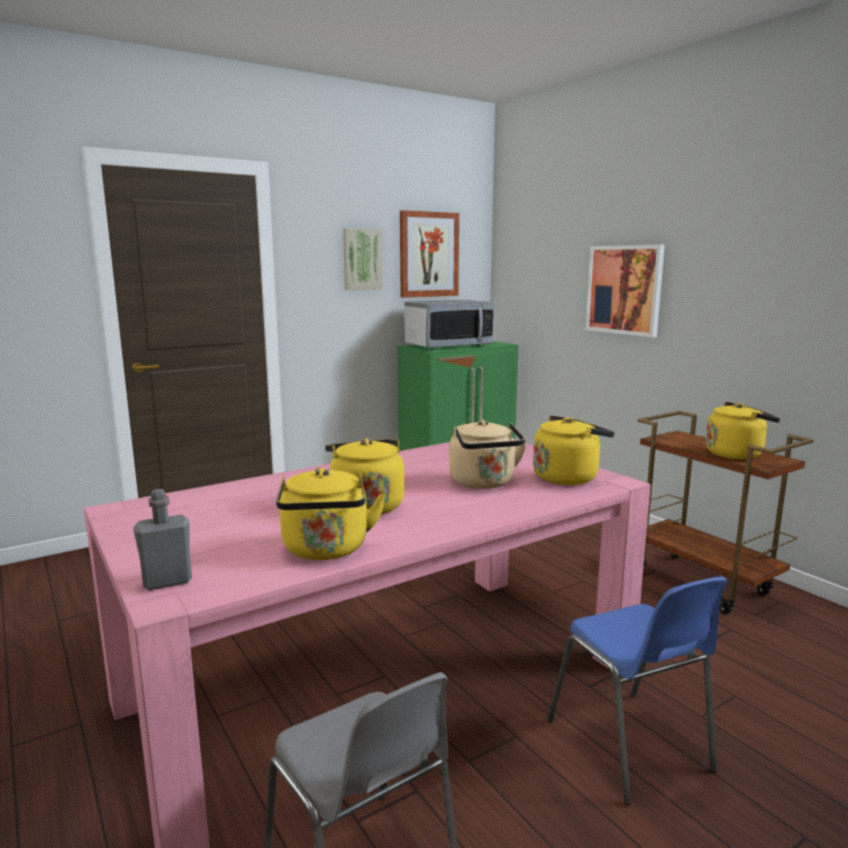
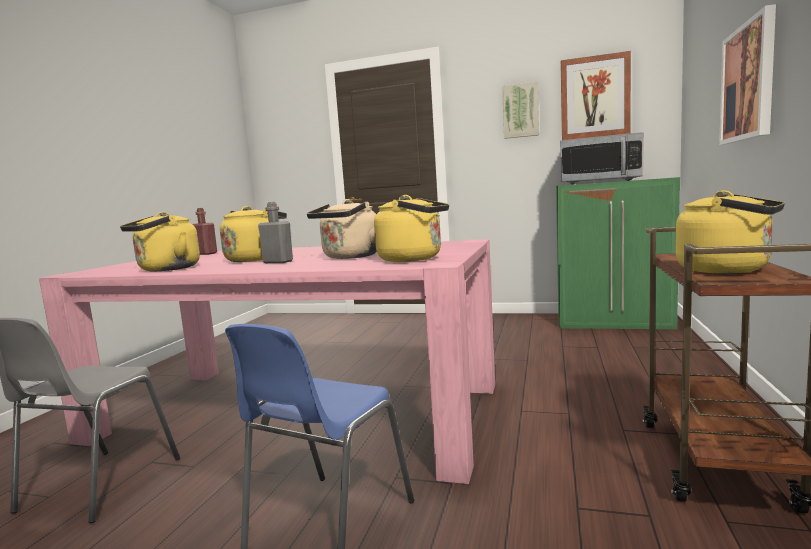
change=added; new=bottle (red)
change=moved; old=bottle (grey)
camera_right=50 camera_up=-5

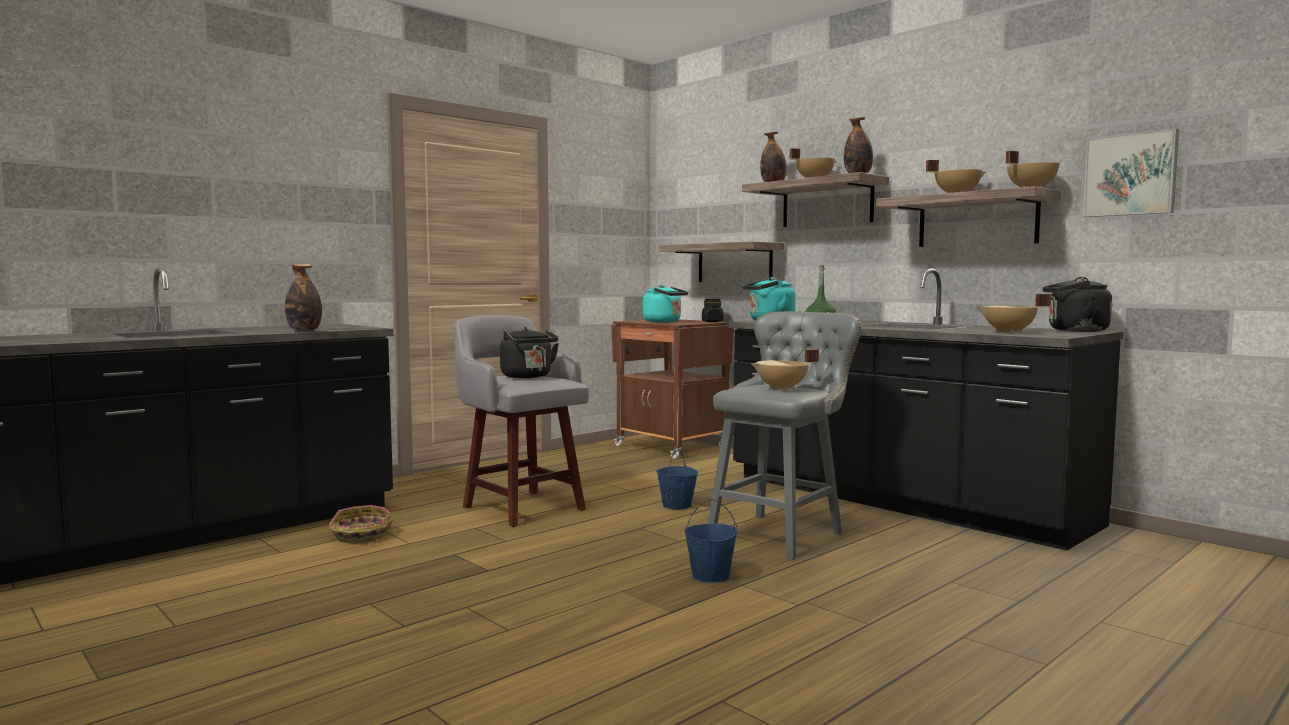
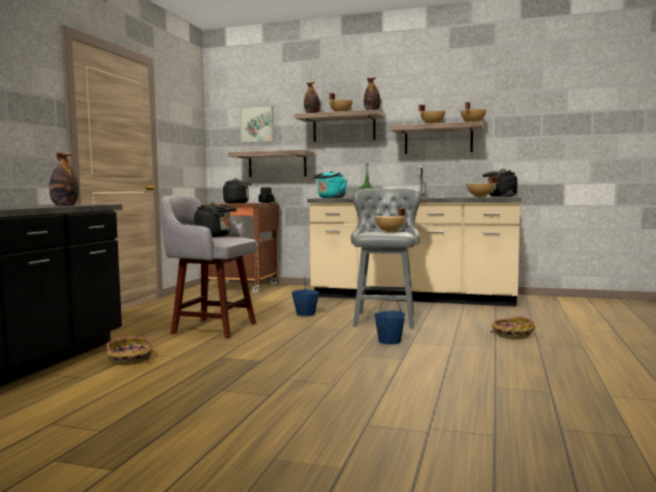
change=recoloured; old=kettle (turquoise) (1st from left); new=kettle (black) (2nd from left)
change=moved; old=picture
change=recoloured; old=counter (black) (2nd from left); new=counter (beige)
change=added; new=basket (2nd from left)
camera_right=-30 camera_up=0

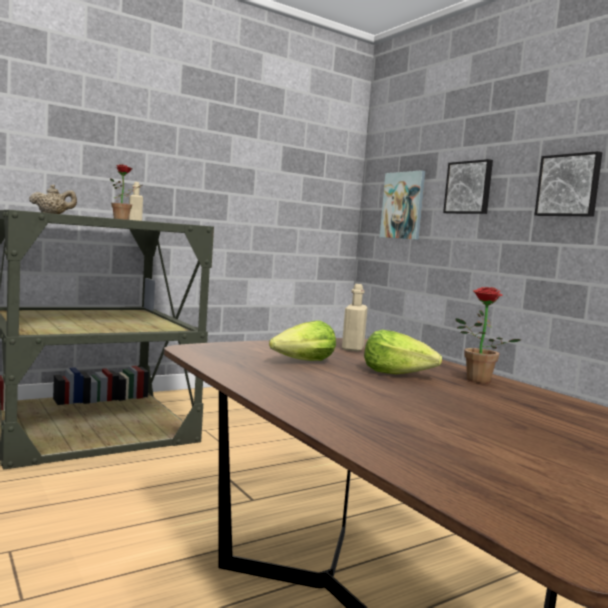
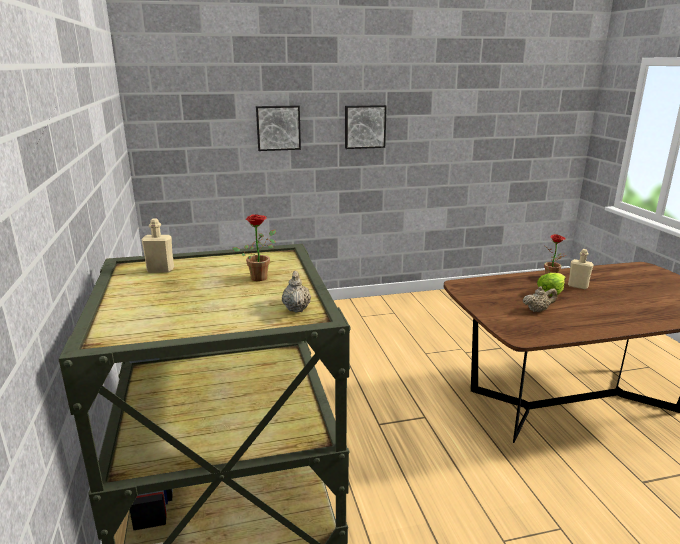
change=replaced; old=lettuce (1st from left); new=teapot (beige) (2nd from left)
change=moved; old=bottle (beige) (2nd from left)
change=removed; old=picture (1st from left)
camera_right=-70 camera_up=15

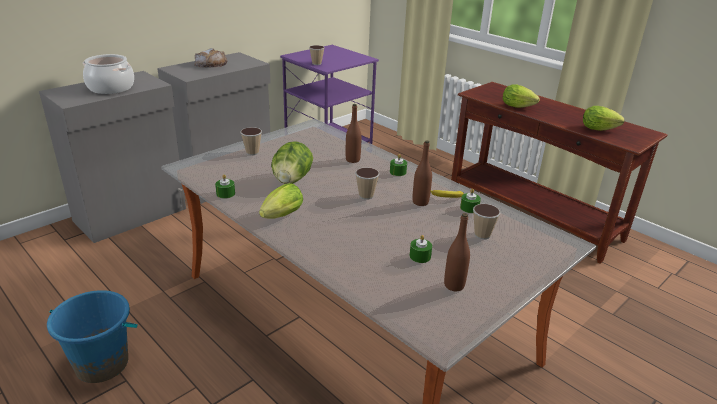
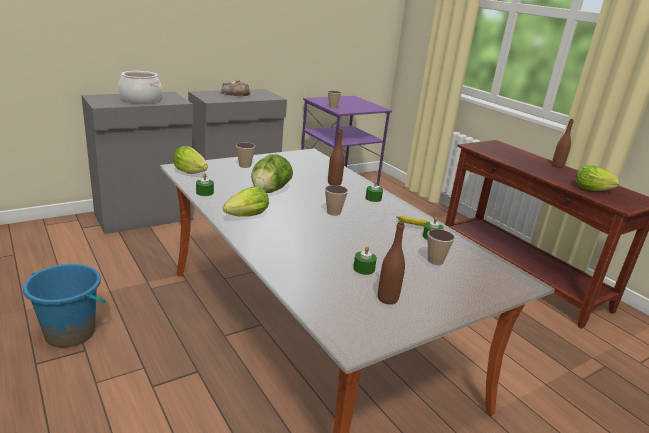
change=moved; old=lettuce (3rd from left in the first image); new=lettuce (1st from left)
change=moved; old=bottle (brown) (2nd from left in the first image); new=bottle (brown) (3rd from left)
camera_right=10 camera_up=-5

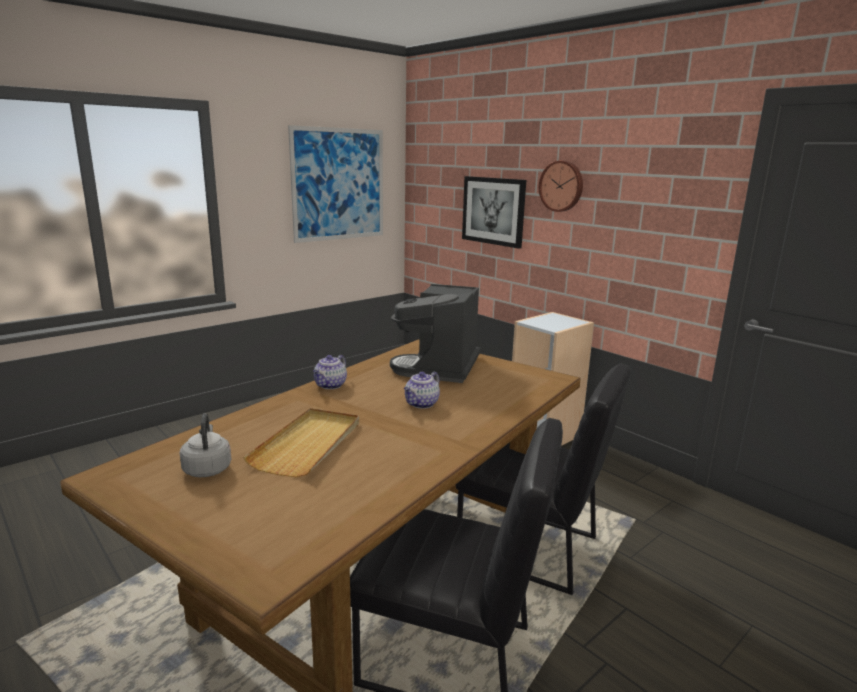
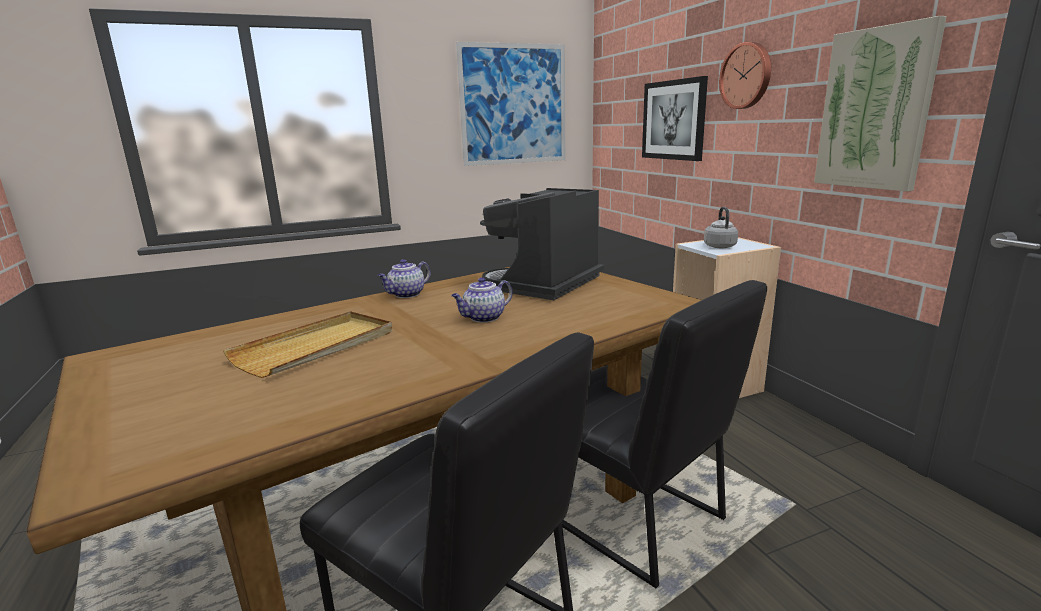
change=moved; old=kettle (grey)
change=added; new=picture (3rd from left)
camera_right=20 camera_up=0

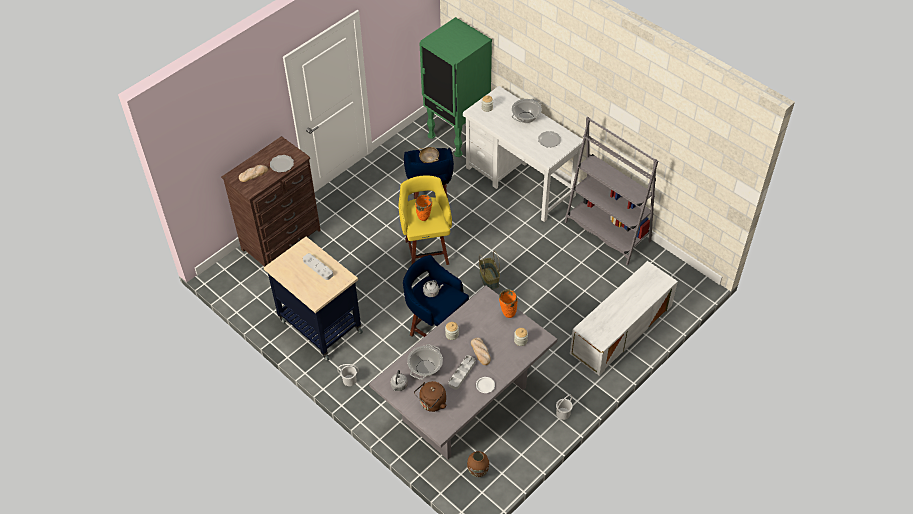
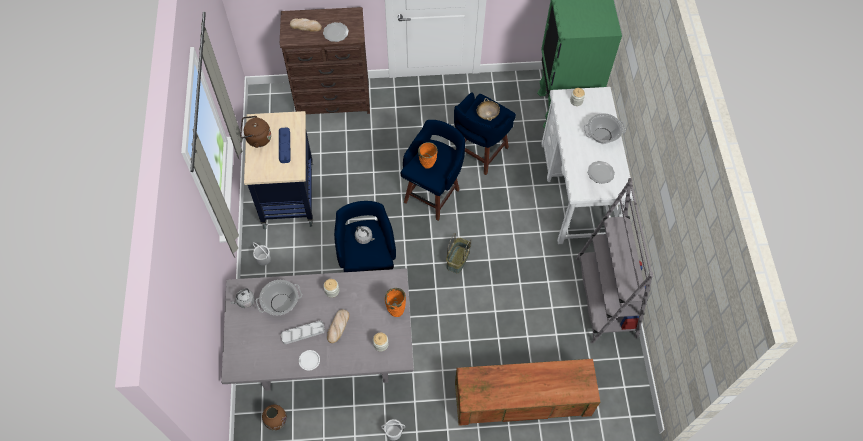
change=moved; old=kettle (brown)
change=recoloured; old=tray (grey) (1st from left); new=tray (blue)
change=recoloured; old=stool (yellow); new=stool (blue) (2nd from left)
change=recoloured; old=bench (white); new=bench (brown)
camera_right=40 camera_up=10

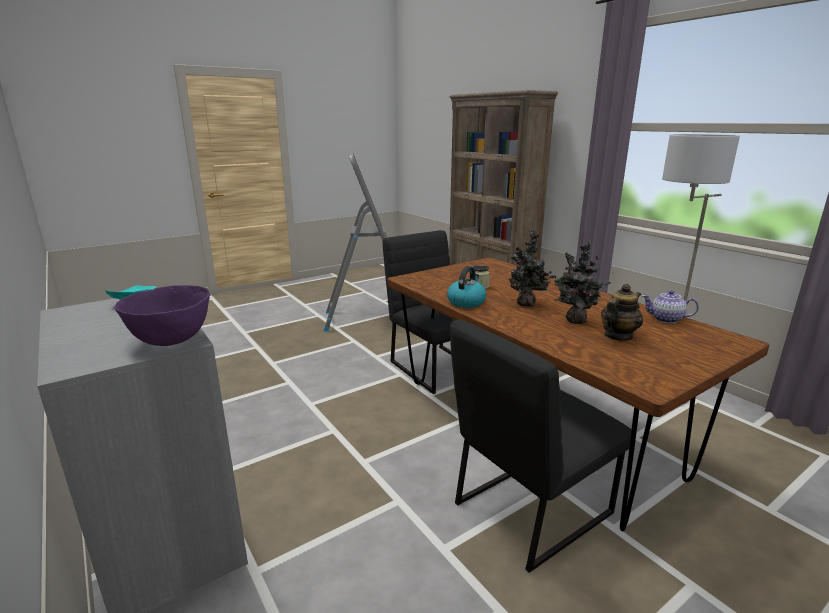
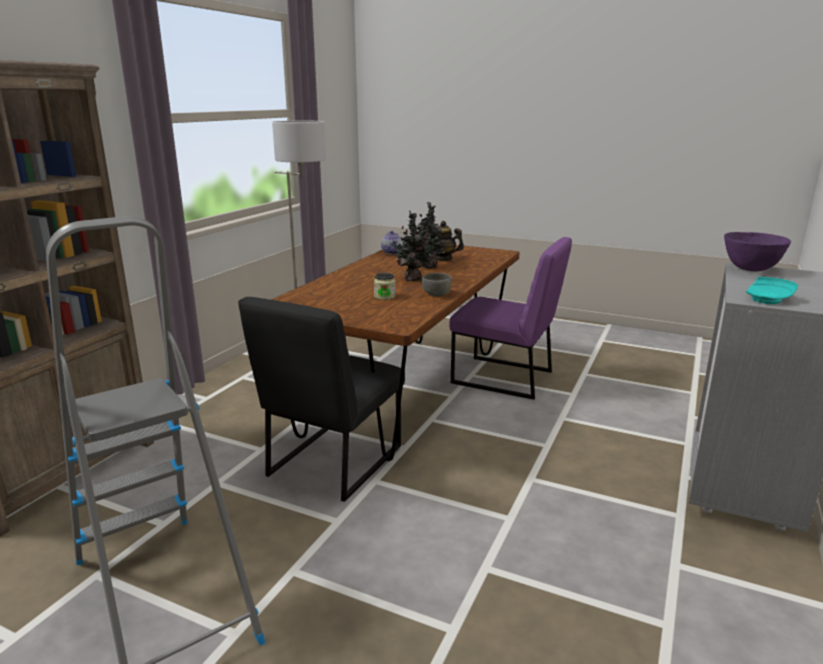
change=replaced; old=kettle; new=bowl (grey)
change=recoloured; old=chair (black) (2nd from left); new=chair (purple)
camera_right=-120 camera_up=0

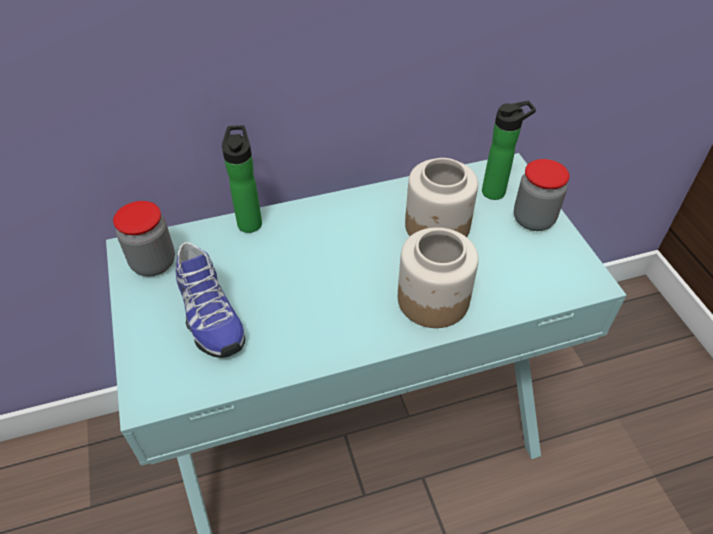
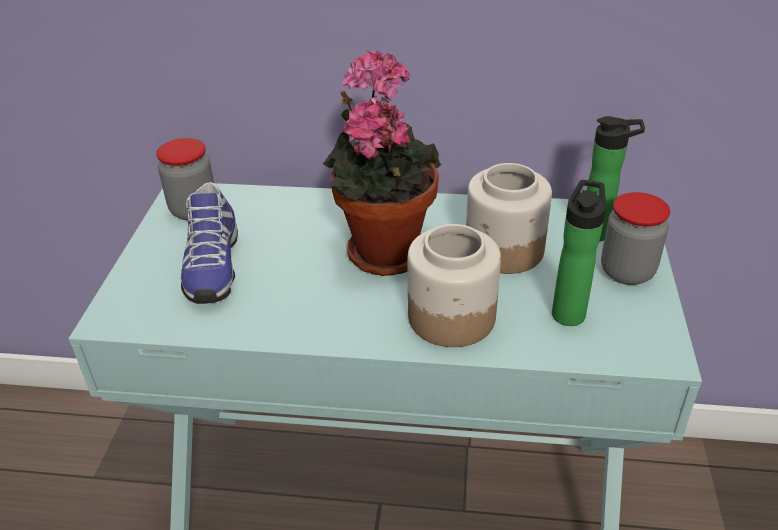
change=added; new=potted plant
change=moved; old=bottle (1st from left)
camera_right=25 camera_up=-10

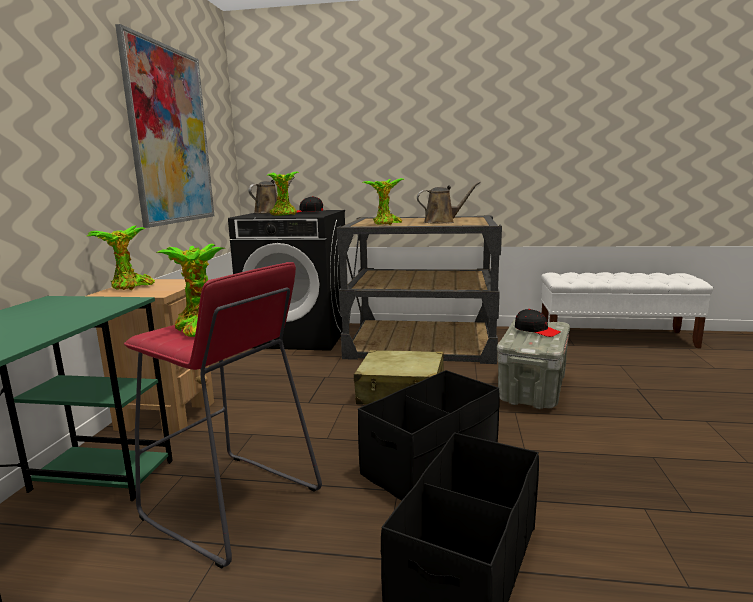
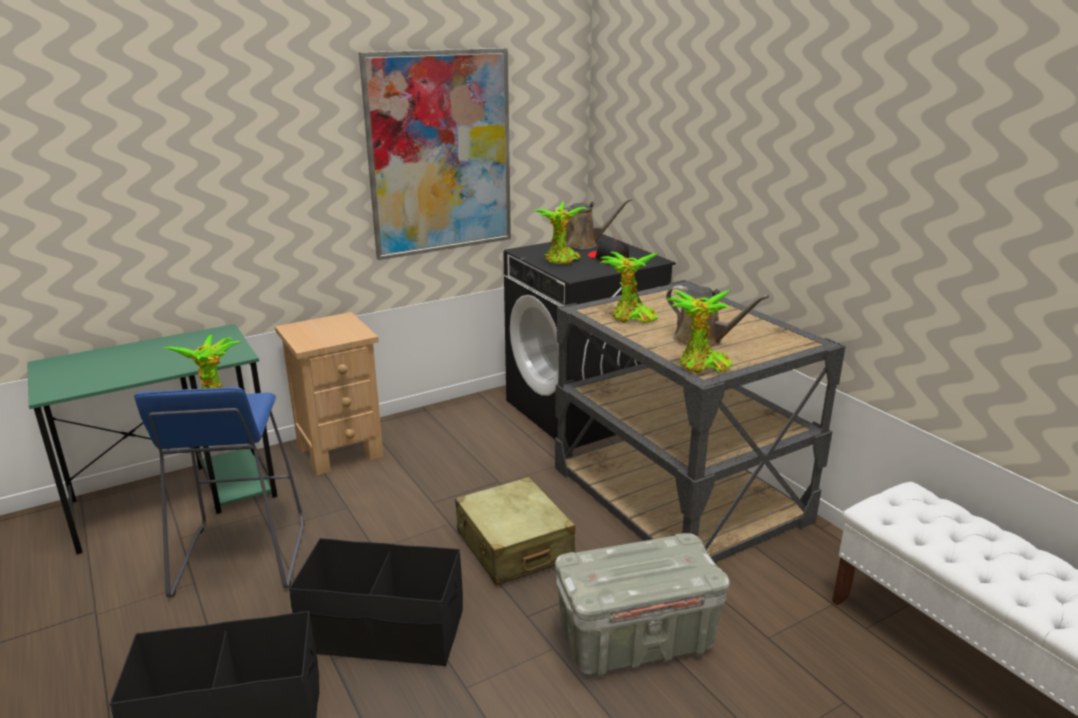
change=recoloured; old=stool (red); new=stool (blue)
change=moved; old=potted plant (1st from left in the first image); new=potted plant (4th from left)
change=removed; old=cap (black) (2nd from left)
camera_right=50 camera_up=10

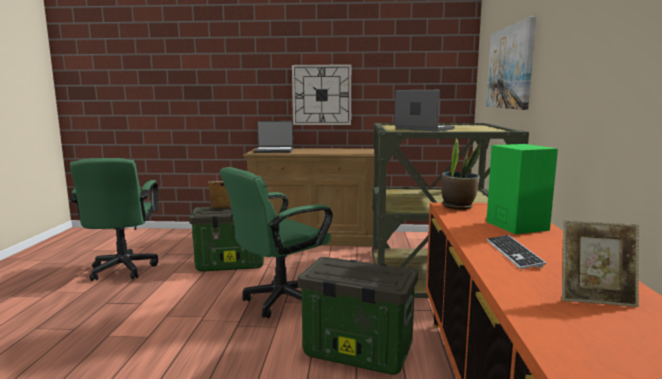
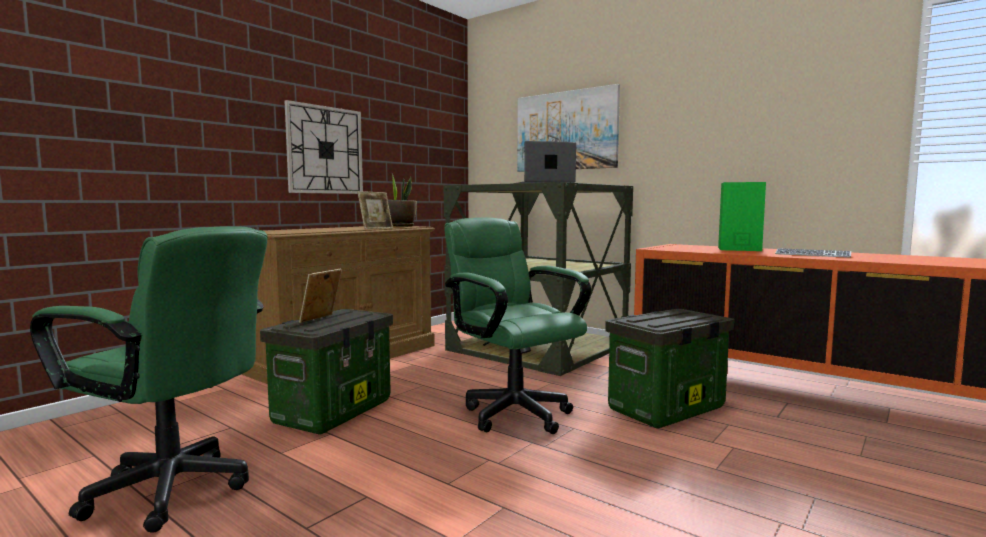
change=moved; old=picture frame (2nd from left)
change=moved; old=potted plant
change=turned; old=office chair (green) (2nd from left); degrees=150
change=removed; old=laptop (1st from left)
camera_right=-55 camera_up=-5

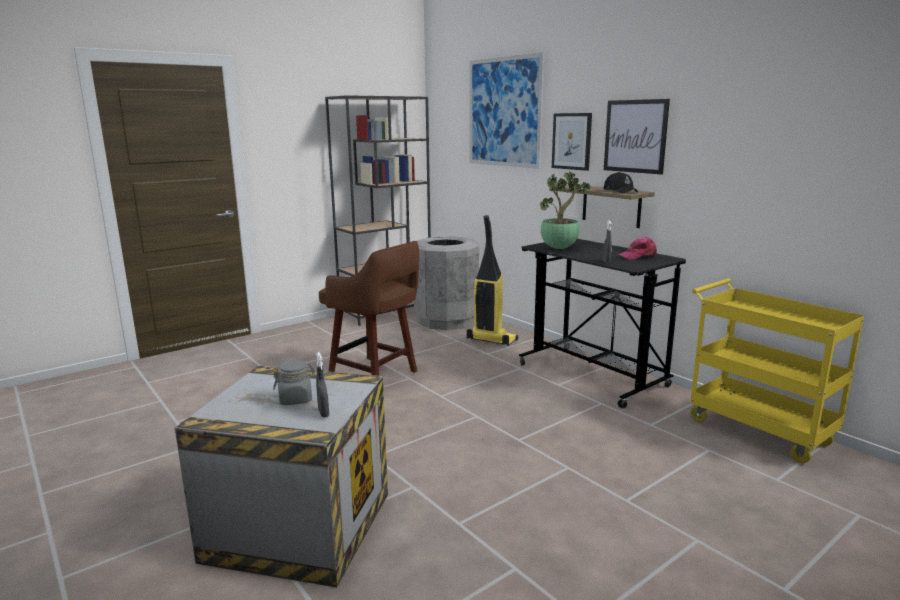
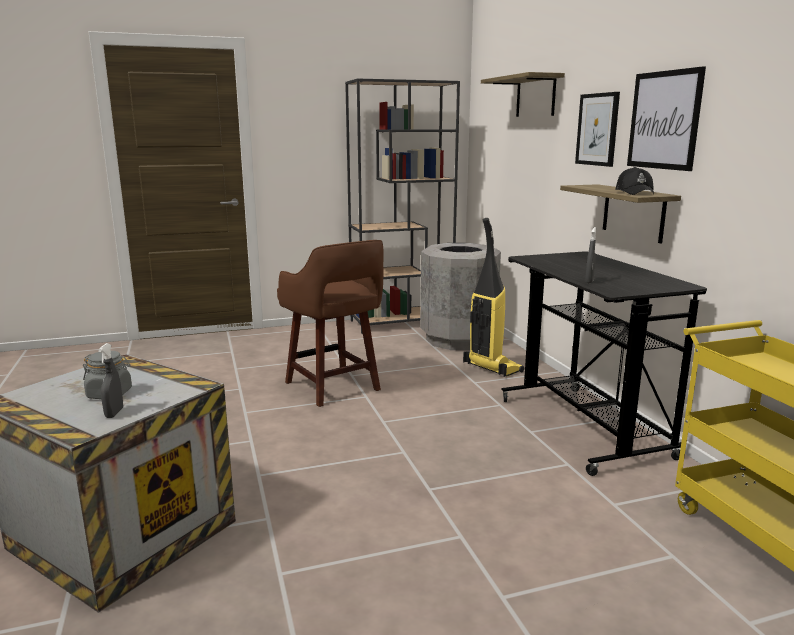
change=replaced; old=picture (1st from left); new=shelf (1st from left)
change=removed; old=potted plant
change=removed; old=cap (pink)
camera_right=20 camera_up=0

